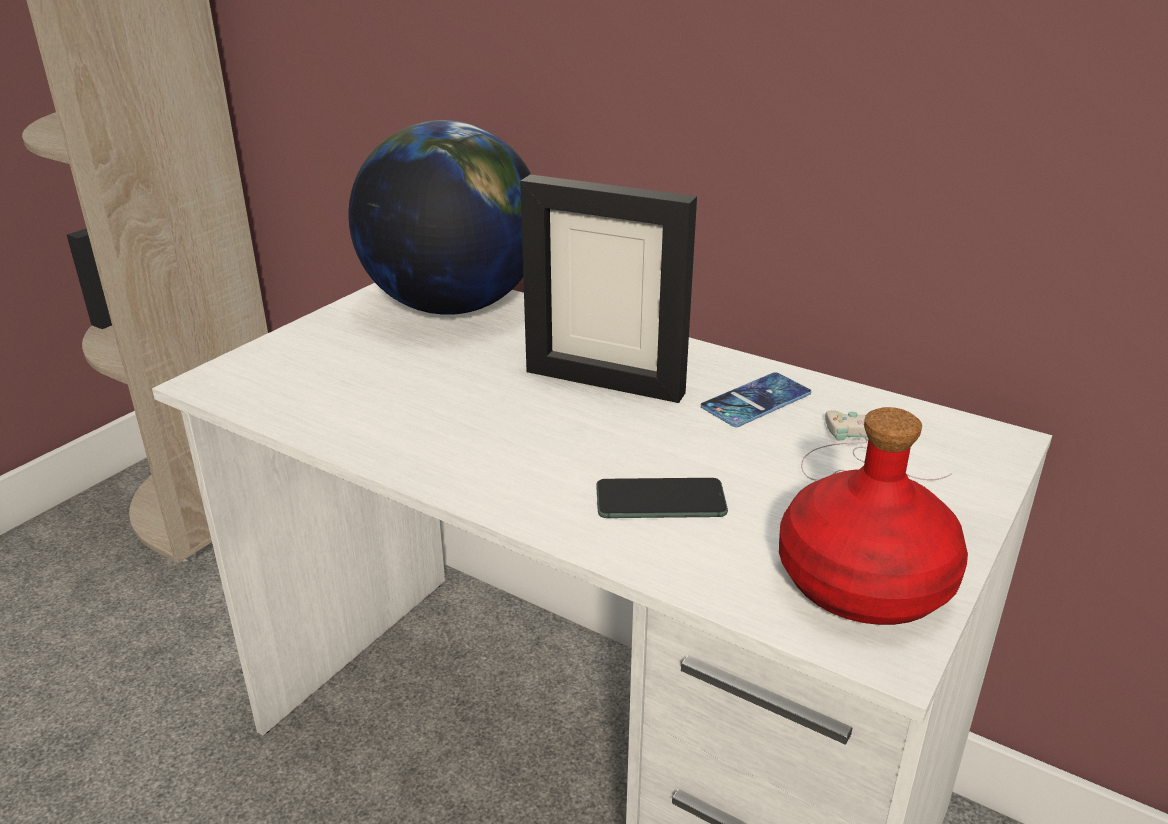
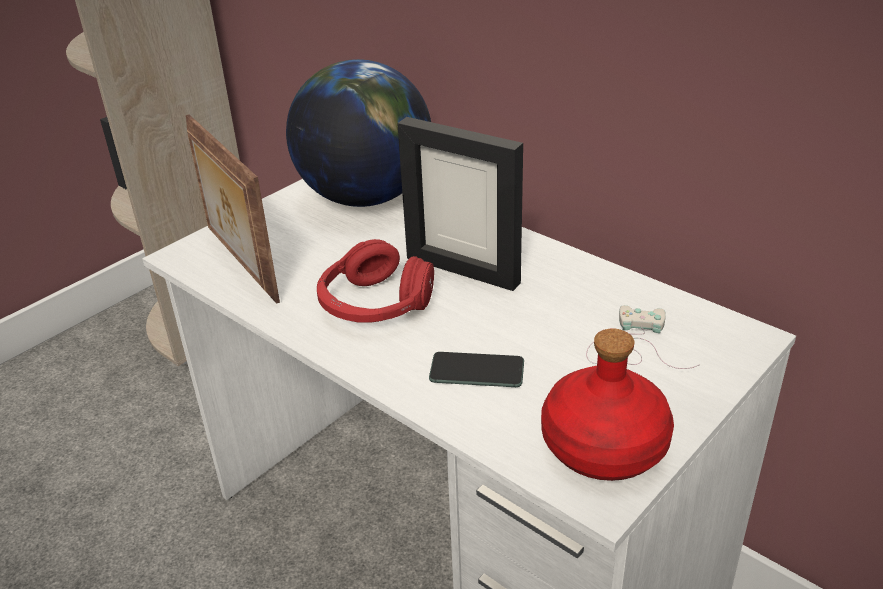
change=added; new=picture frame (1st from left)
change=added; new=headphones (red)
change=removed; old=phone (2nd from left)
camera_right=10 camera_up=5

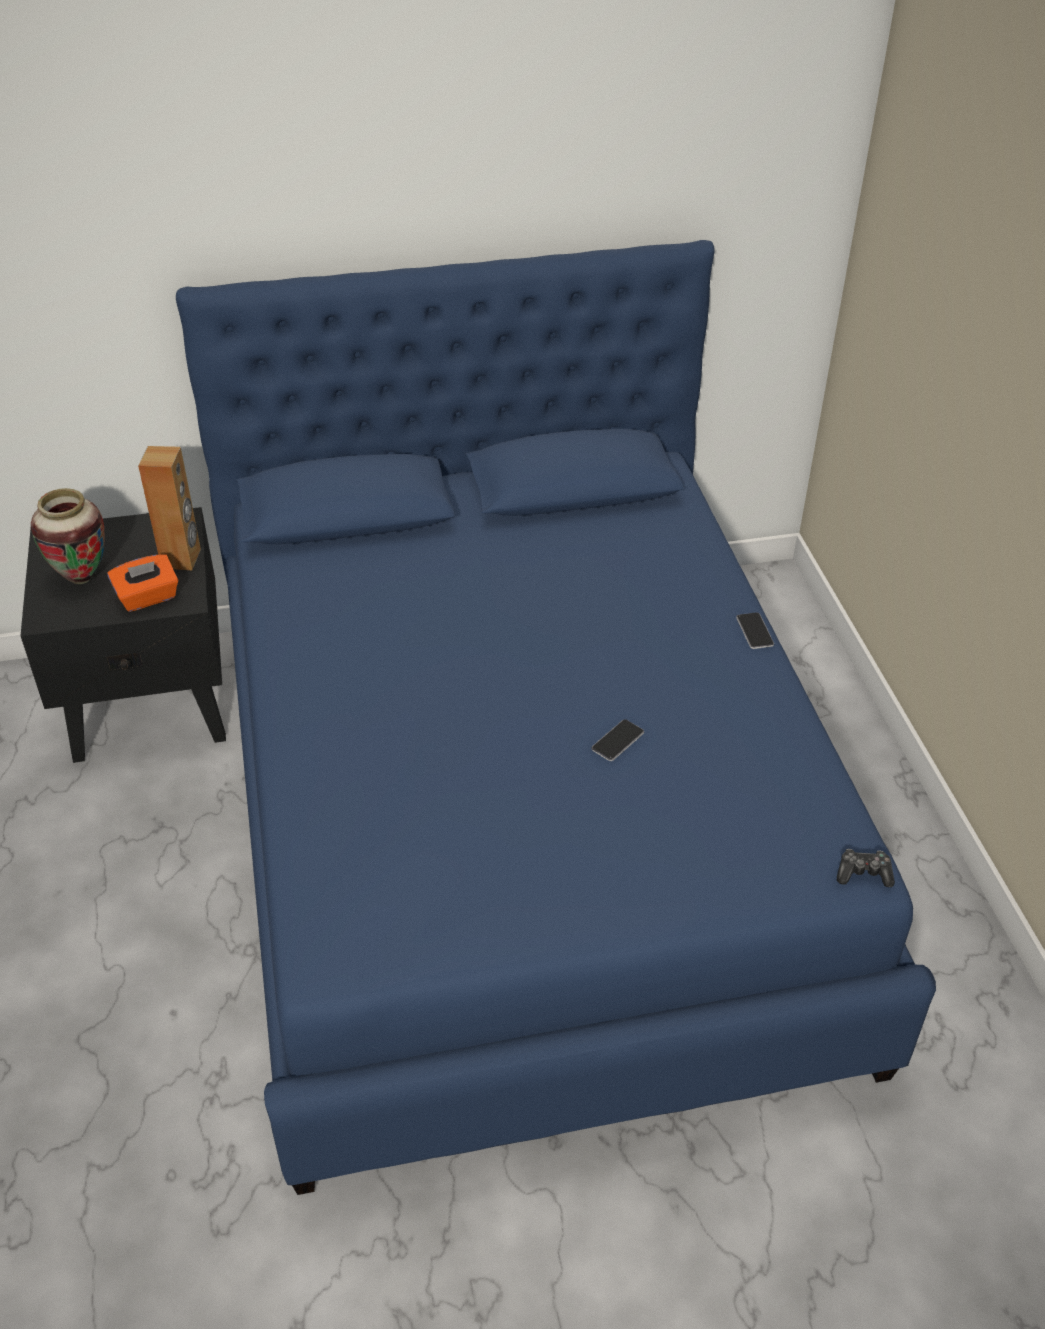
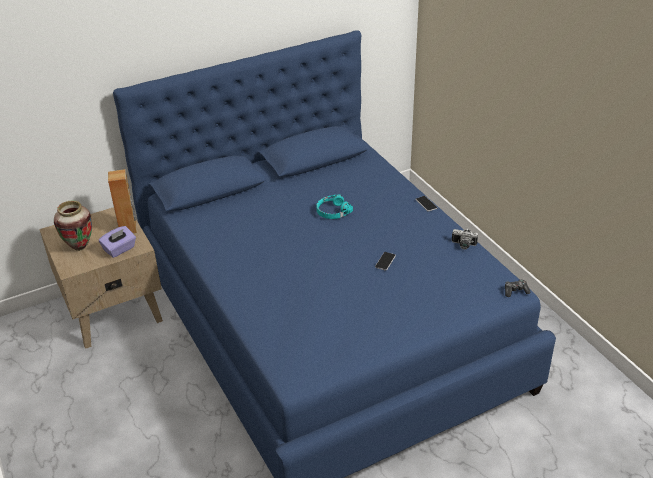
change=recoloured; old=nightstand (black); new=nightstand (beige)
change=recoloured; old=tissue box (orange); new=tissue box (purple)
change=added; new=headphones (turquoise)
change=added; new=photo camera
camera_right=-15 camera_up=-5

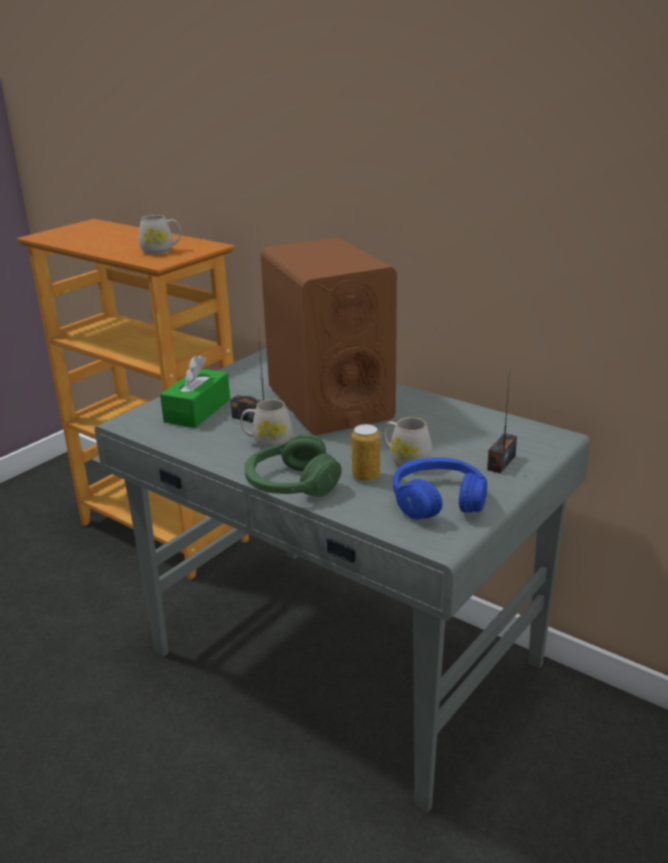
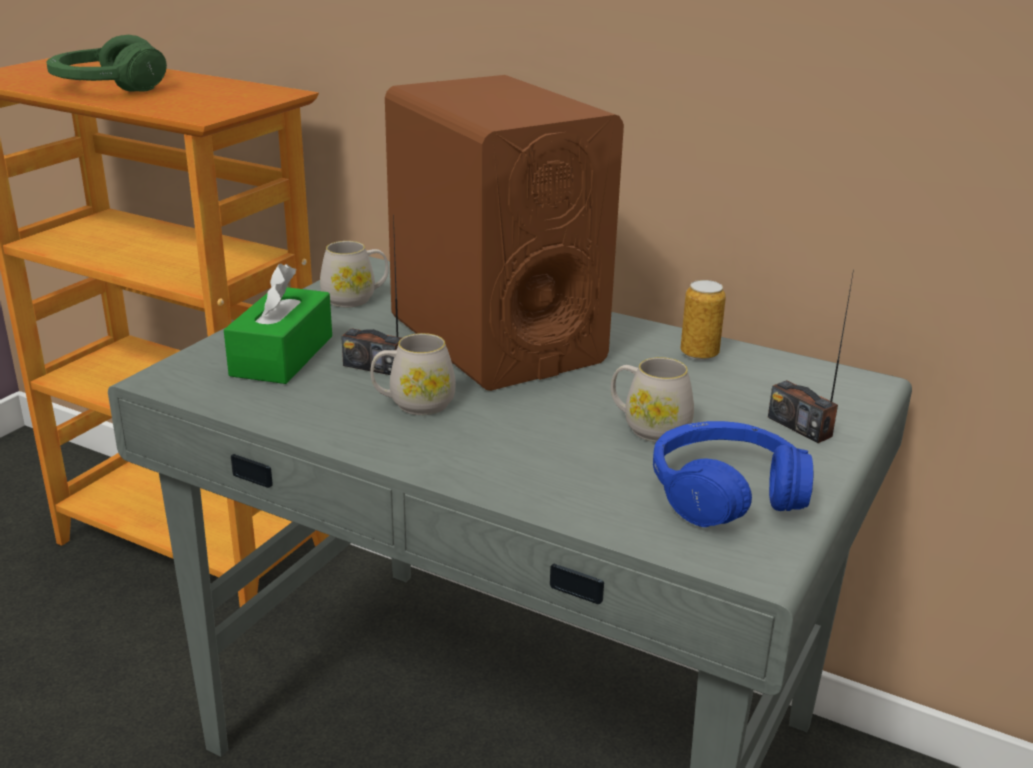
change=moved; old=headphones (green)
change=moved; old=mug (white) (1st from left)
change=moved; old=can
change=turned; old=radio (2nd from left); degrees=-60
camera_right=-10 camera_up=0

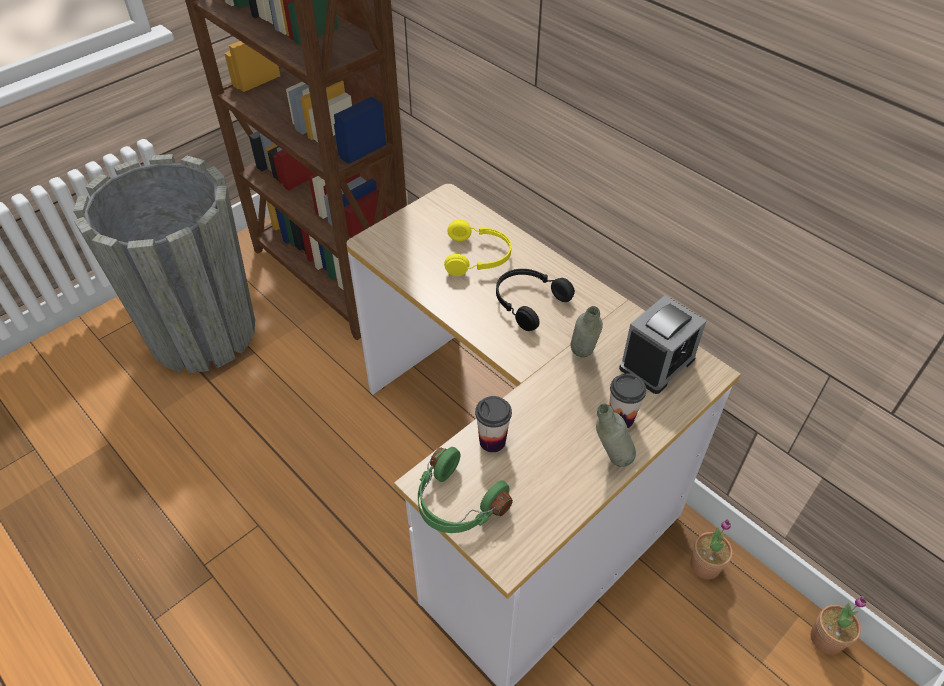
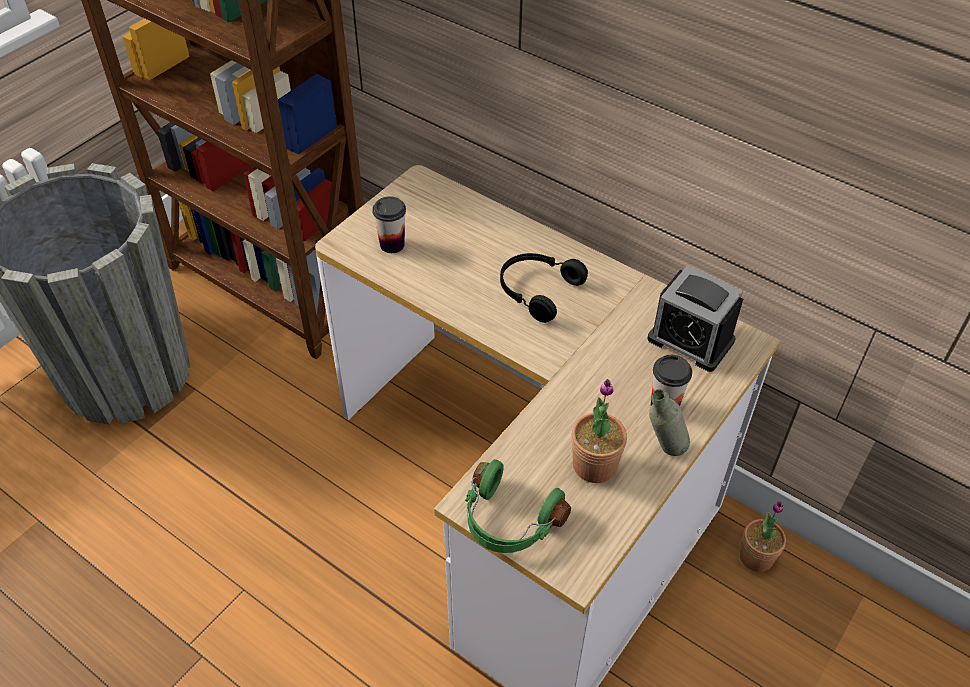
change=moved; old=cup (1st from left)
change=moved; old=potted plant (2nd from left in the first image); new=potted plant (1st from left)
change=turned; old=alarm clock; degrees=90
change=removed; old=headphones (yellow)
change=removed; old=bottle (grey) (1st from left)
camera_right=-10 camera_up=0

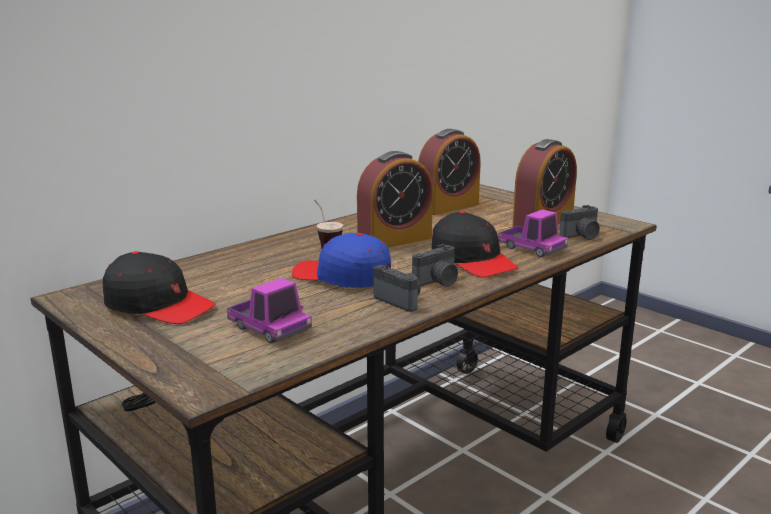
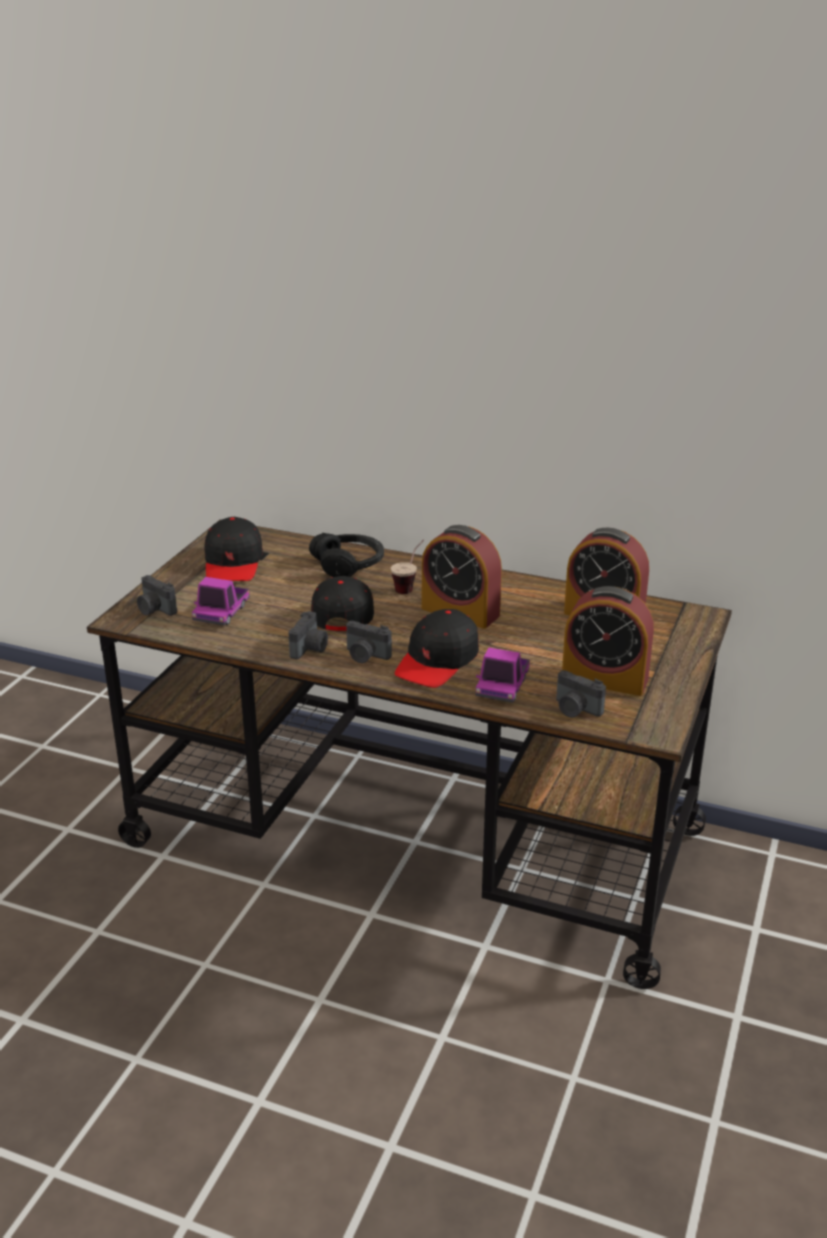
change=added; new=photo camera (1st from left)
change=added; new=headphones (black)
change=recoloured; old=cap (blue); new=cap (black) (2nd from left)
camera_right=65 camera_up=10

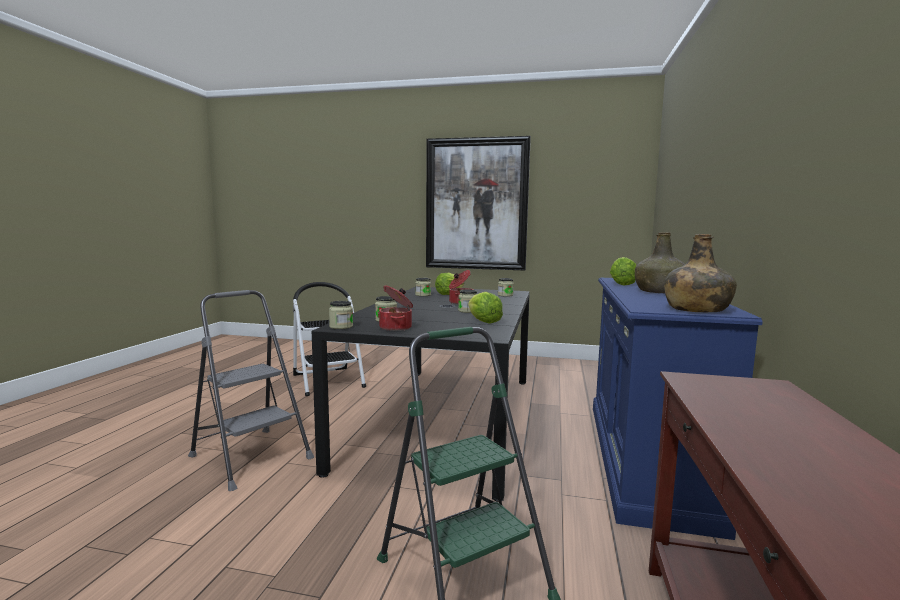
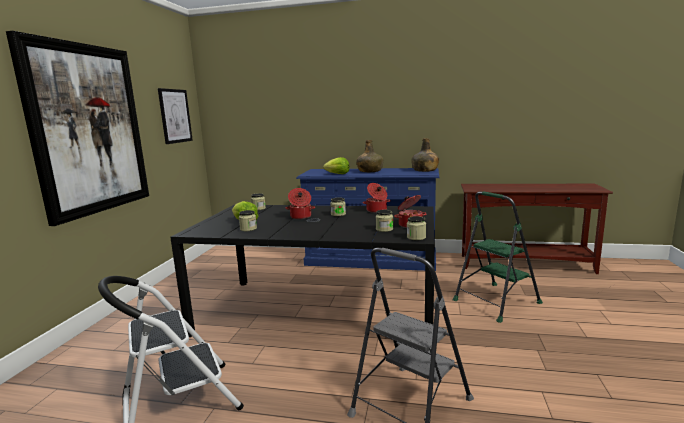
change=added; new=picture (2nd from left)
change=replaced; old=lettuce (2nd from left); new=cooking pot (2nd from left)
camera_right=-90 camera_up=5

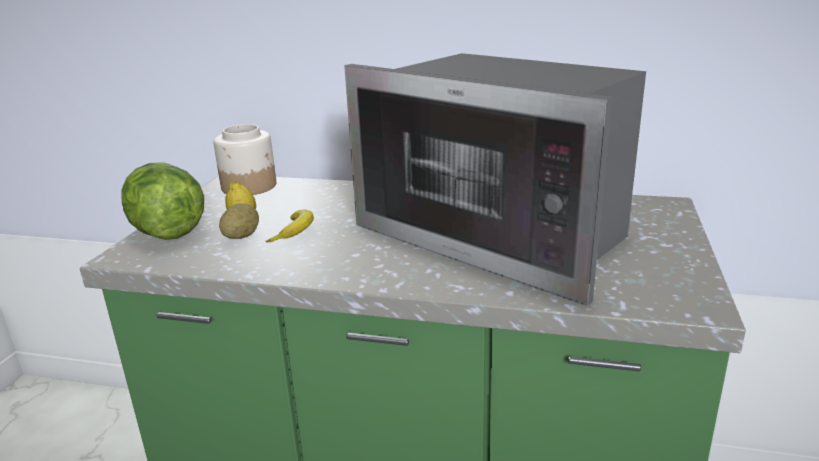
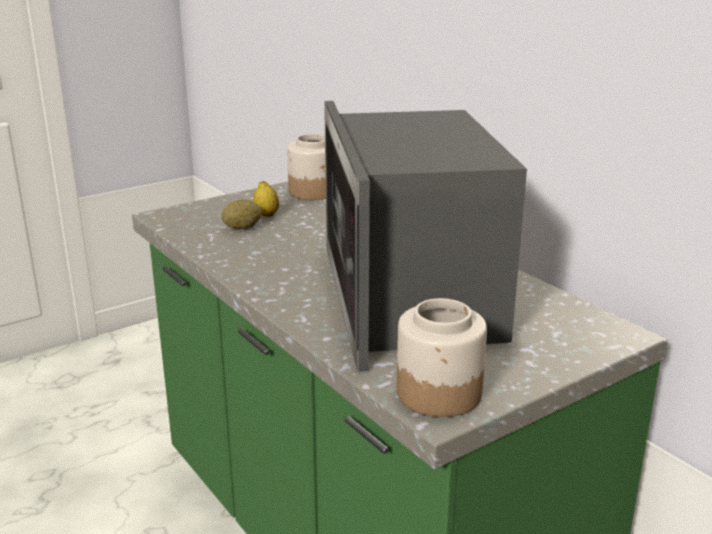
change=added; new=jar (2nd from left)
change=removed; old=lettuce
change=removed; old=banana
camera_right=40 camera_up=0

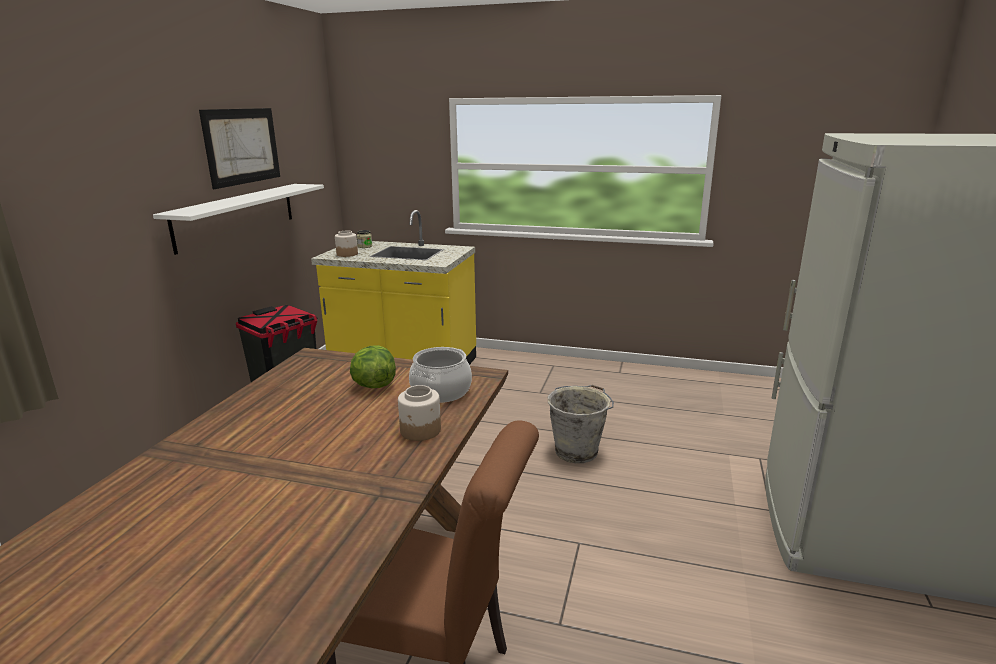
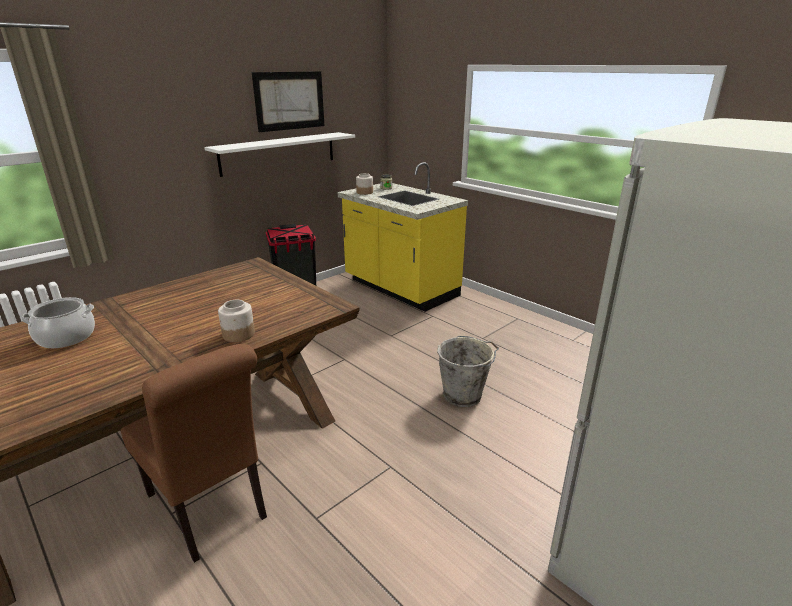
change=moved; old=cooking pot
change=removed; old=lettuce
camera_right=30 camera_up=5

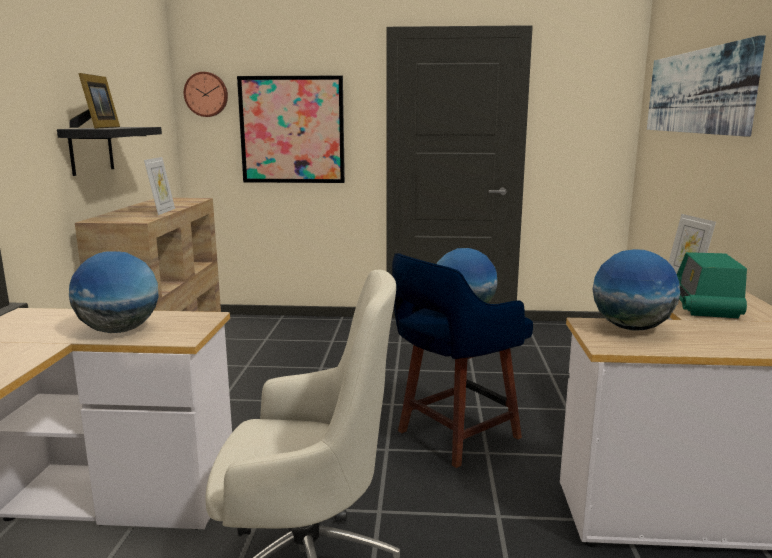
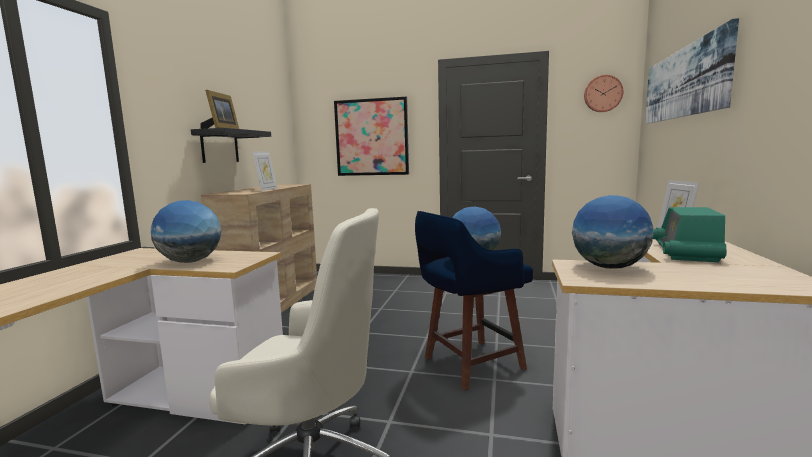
change=moved; old=wall clock
camera_right=10 camera_up=-5

